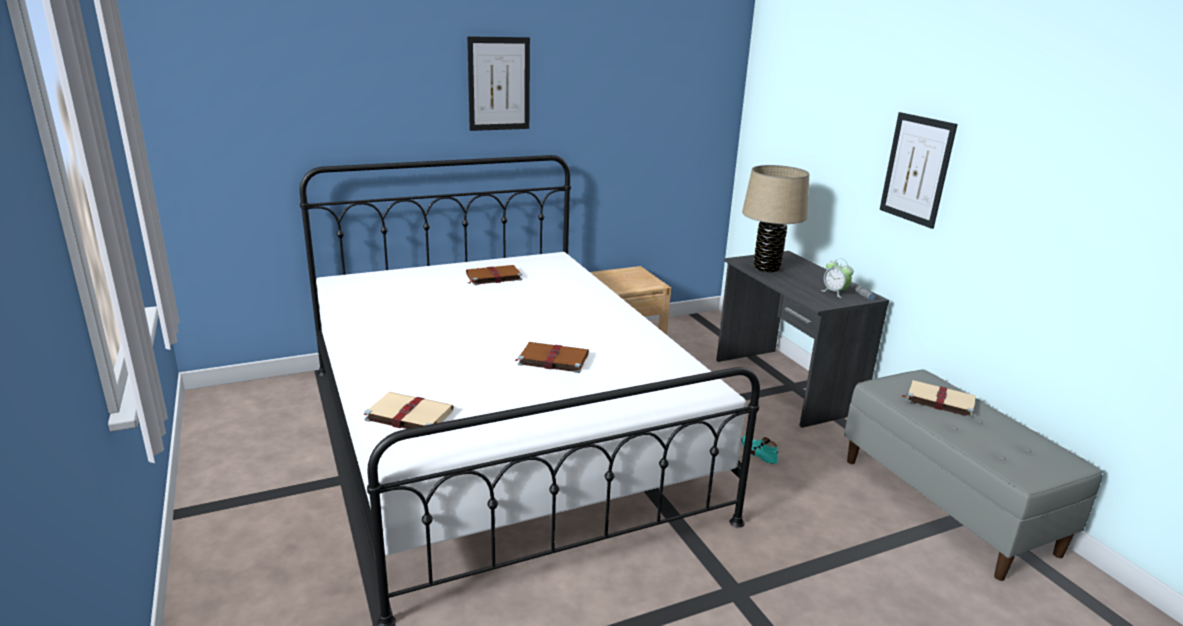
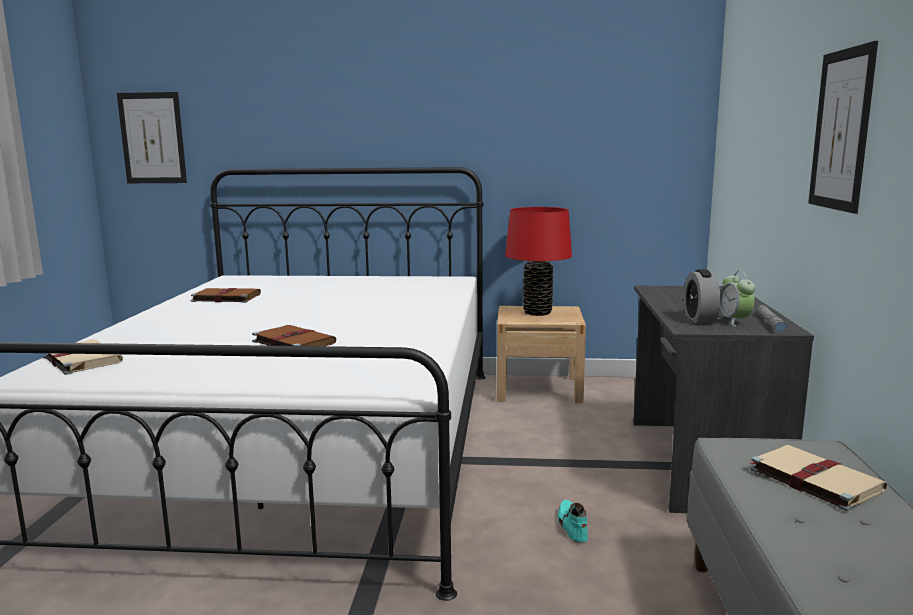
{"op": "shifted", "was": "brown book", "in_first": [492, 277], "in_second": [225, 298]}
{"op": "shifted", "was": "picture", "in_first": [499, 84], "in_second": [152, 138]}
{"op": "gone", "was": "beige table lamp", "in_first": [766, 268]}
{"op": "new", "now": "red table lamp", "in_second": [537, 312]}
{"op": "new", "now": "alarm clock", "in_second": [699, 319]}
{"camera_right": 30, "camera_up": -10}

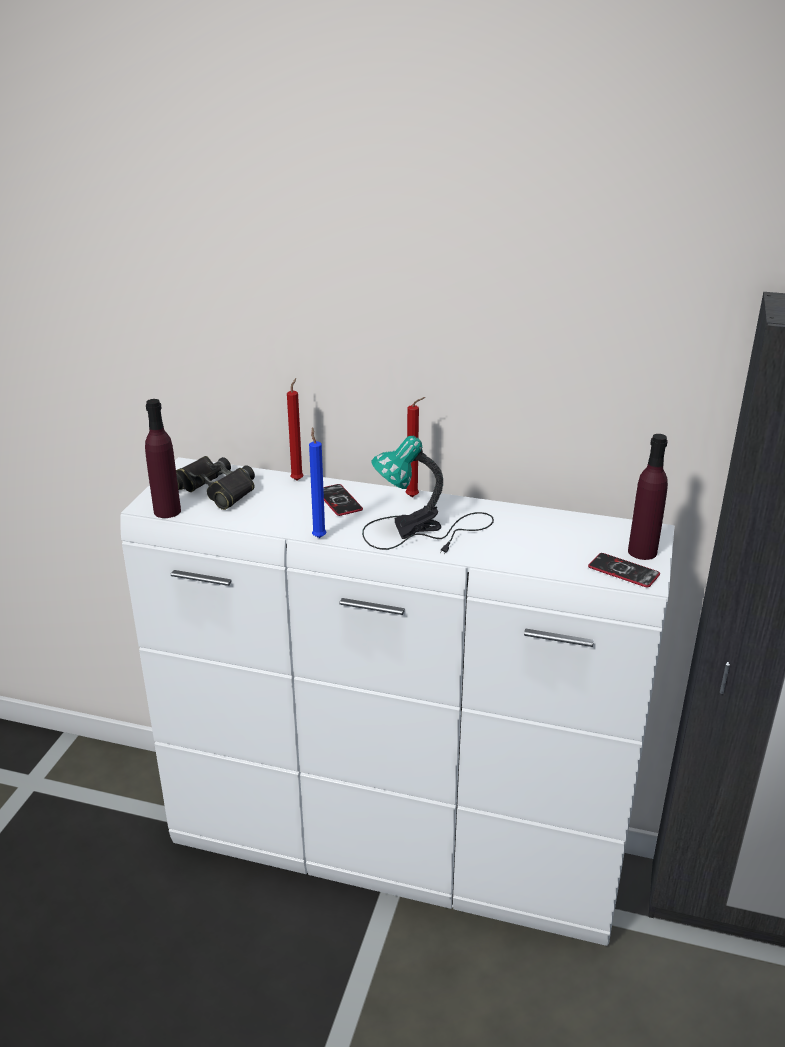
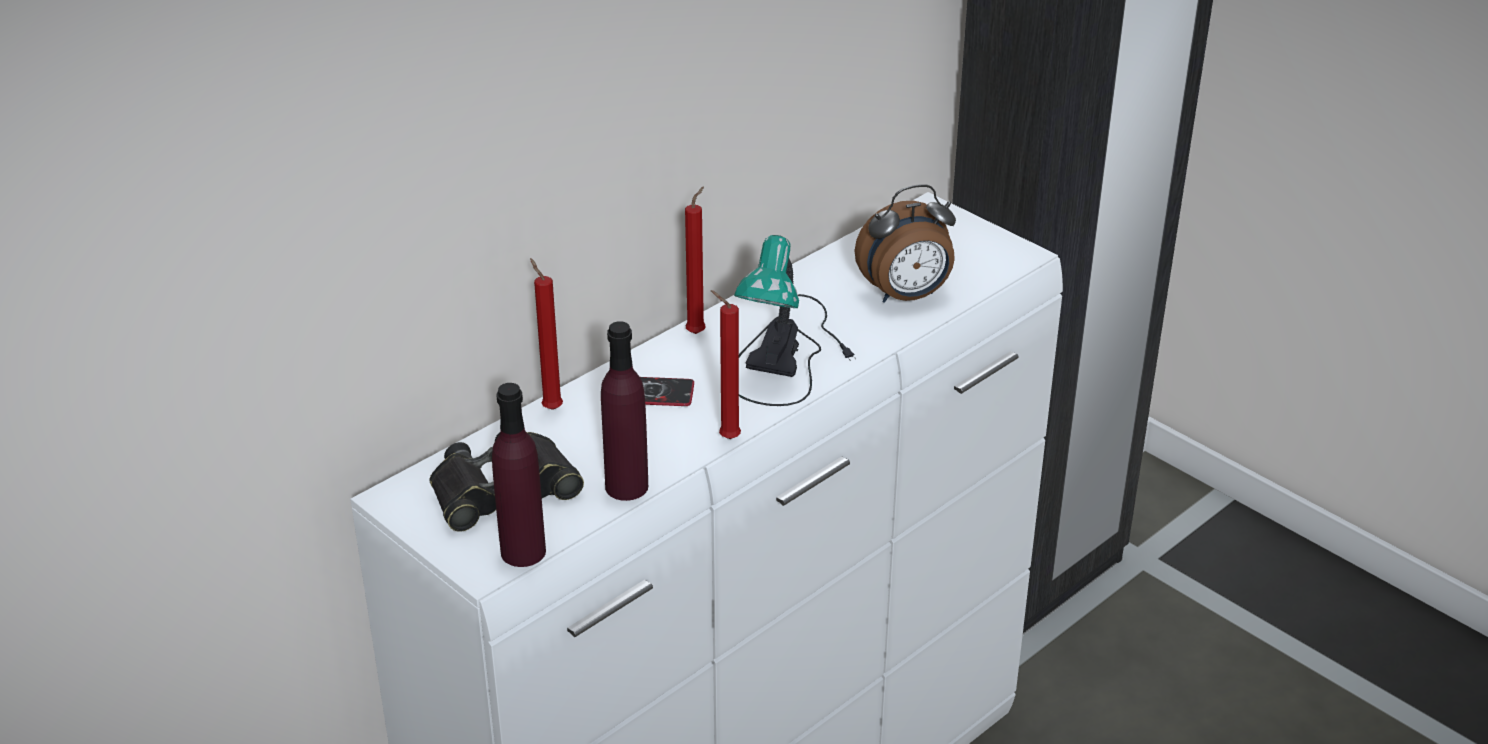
{"op": "repainted", "was": "blue candle", "now": "red candle", "in_first": [319, 536], "in_second": [726, 438]}
{"op": "gone", "was": "phone", "in_first": [623, 571]}
{"op": "shifted", "was": "purple bottle", "in_first": [642, 552], "in_second": [626, 486]}
{"op": "new", "now": "alarm clock", "in_second": [906, 296]}
{"camera_right": -60, "camera_up": 5}

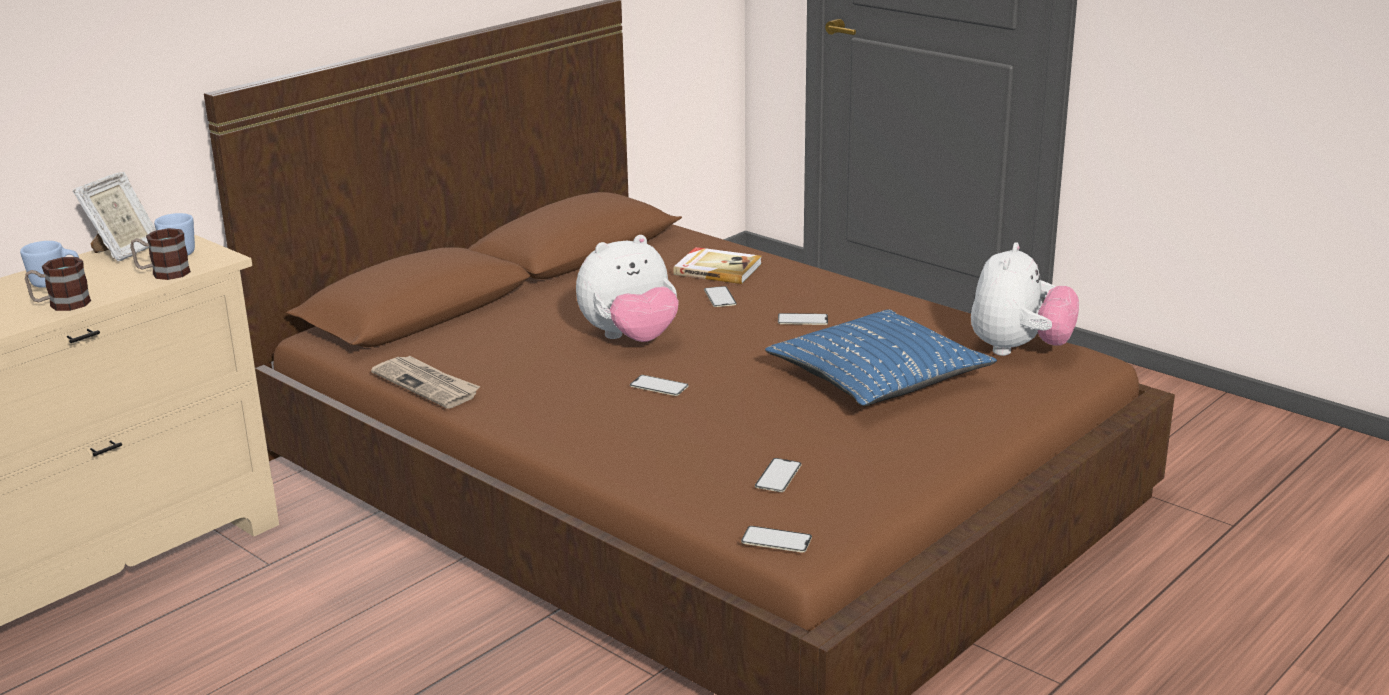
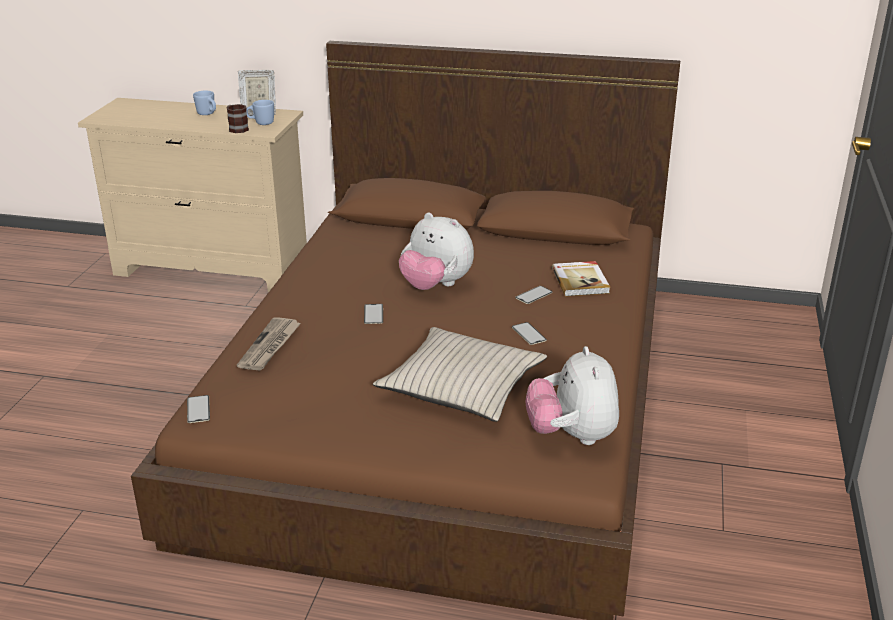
{"op": "gone", "was": "mug", "in_first": [61, 304]}
{"op": "shifted", "was": "newspaper", "in_first": [427, 384], "in_second": [270, 346]}
{"op": "gone", "was": "phone", "in_first": [778, 475]}
{"op": "repainted", "was": "blue pillow", "now": "beige pillow", "in_first": [877, 377], "in_second": [462, 387]}
{"op": "rotated", "was": "plush toy", "in_first": [1019, 350], "in_second": [572, 435], "clockwise": 90}
{"camera_right": 60, "camera_up": 5}

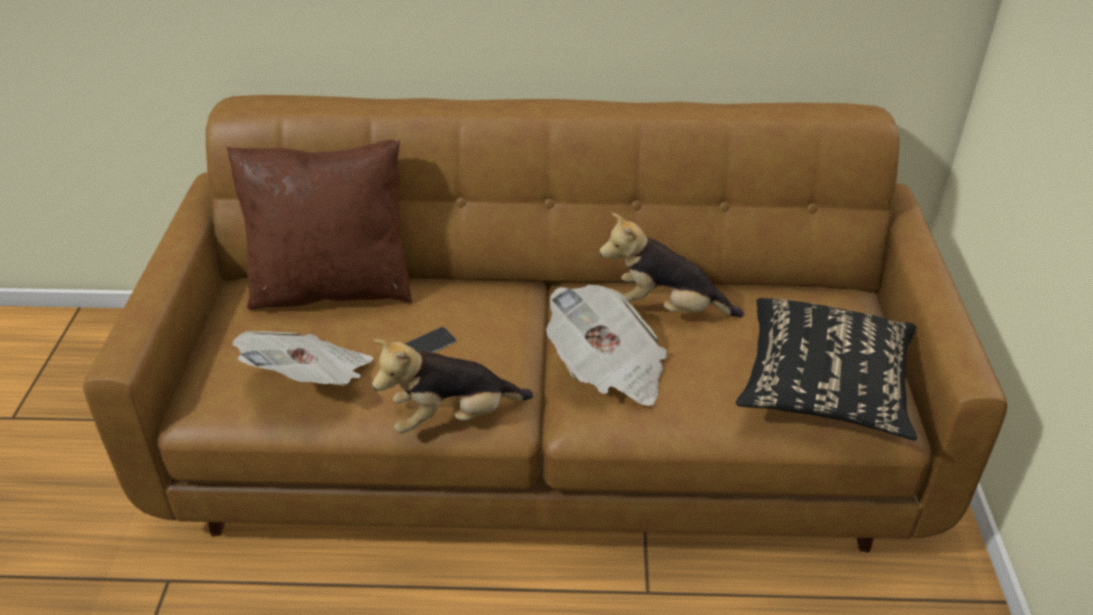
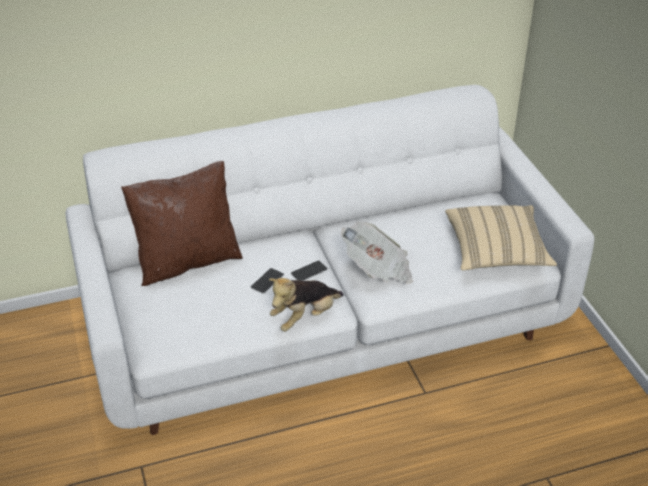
{"op": "repainted", "was": "brown sofa", "now": "white sofa", "in_first": [546, 428], "in_second": [324, 320]}
{"op": "gone", "was": "newspaper", "in_first": [311, 381]}
{"op": "gone", "was": "plush toy", "in_first": [665, 309]}
{"op": "repainted", "was": "black pillow", "now": "beige pillow", "in_first": [823, 389], "in_second": [496, 252]}
{"op": "new", "now": "phone", "in_second": [309, 271]}
{"camera_right": -20, "camera_up": 0}

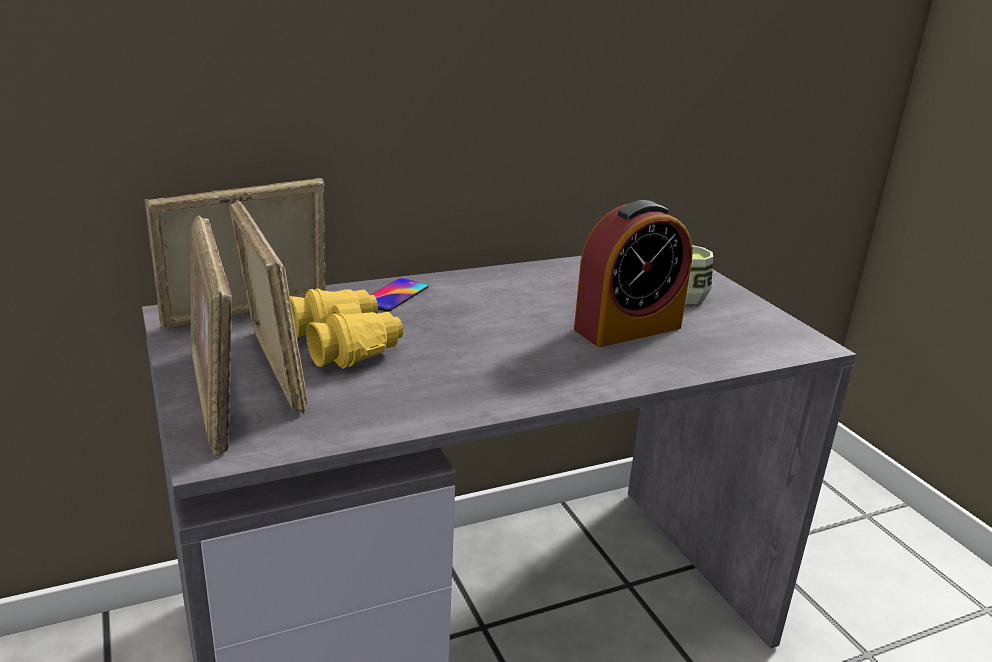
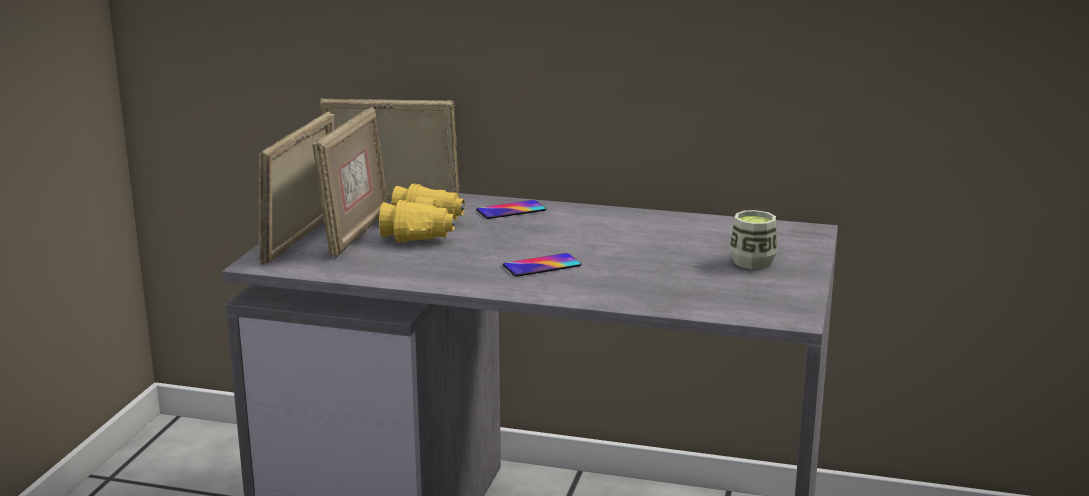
{"op": "gone", "was": "alarm clock", "in_first": [627, 328]}
{"op": "new", "now": "phone", "in_second": [542, 266]}
{"camera_right": 40, "camera_up": -5}

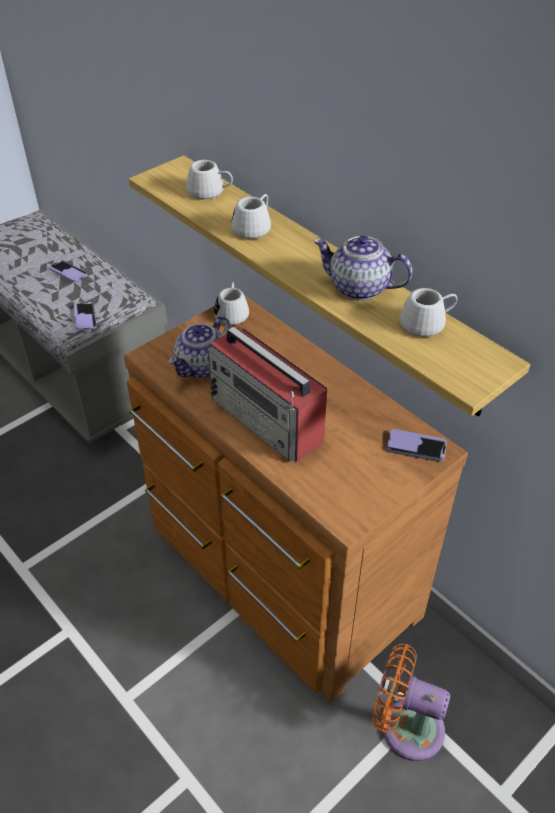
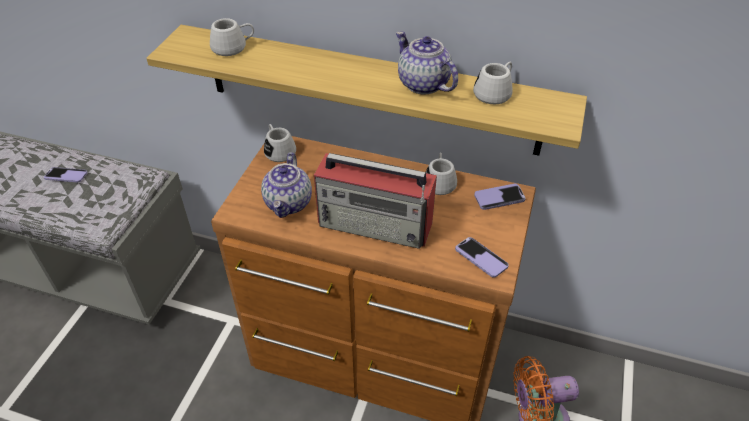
{"op": "shifted", "was": "phone", "in_first": [85, 317], "in_second": [481, 258]}
{"op": "shifted", "was": "white mug", "in_first": [254, 227], "in_second": [439, 181]}
{"op": "rotated", "was": "teapot", "in_first": [358, 288], "in_second": [422, 84], "clockwise": 60}
{"camera_right": -30, "camera_up": 0}

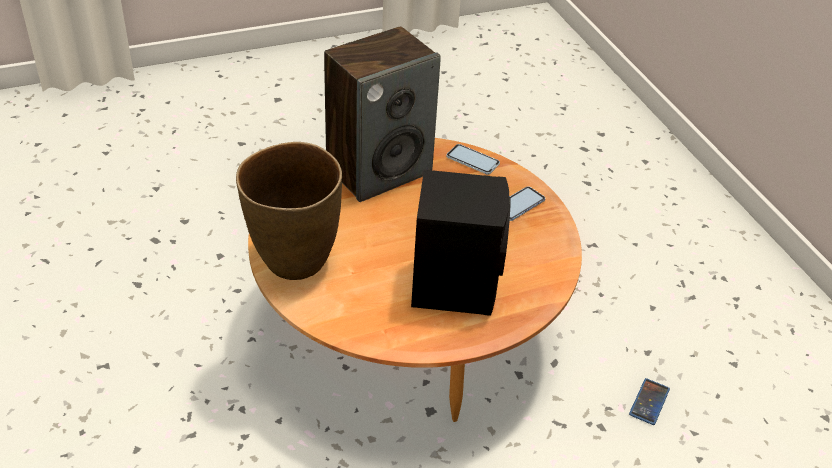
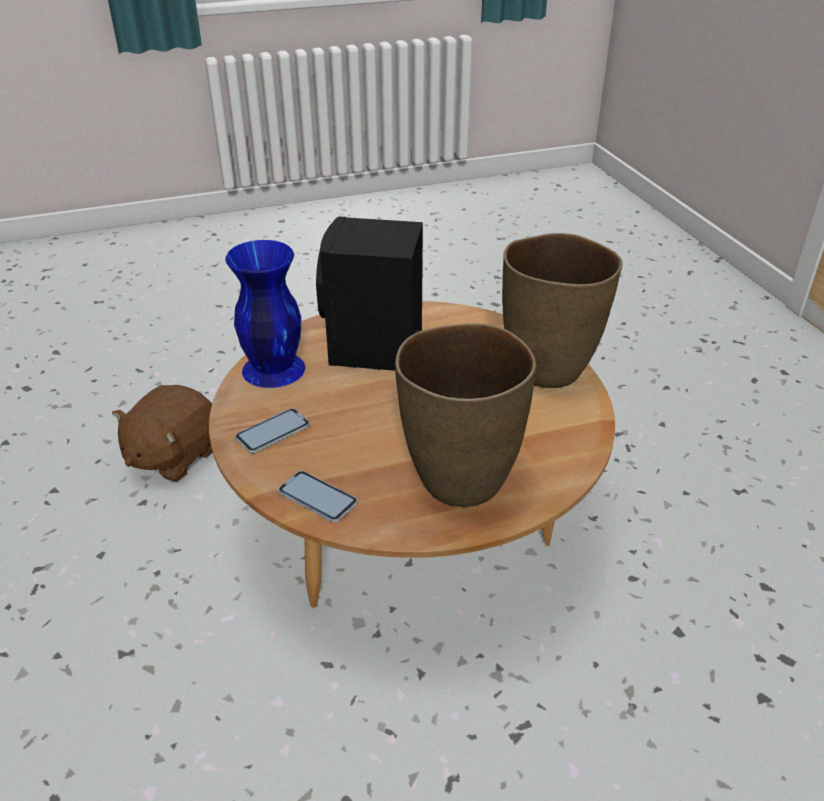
{"op": "swapped", "was": "speaker", "now": "brown vase", "in_first": [379, 170], "in_second": [459, 480]}
{"op": "swapped", "was": "phone", "now": "brown plush toy", "in_first": [649, 402], "in_second": [173, 456]}
{"op": "new", "now": "blue vase", "in_second": [272, 369]}
{"camera_right": -175, "camera_up": -5}

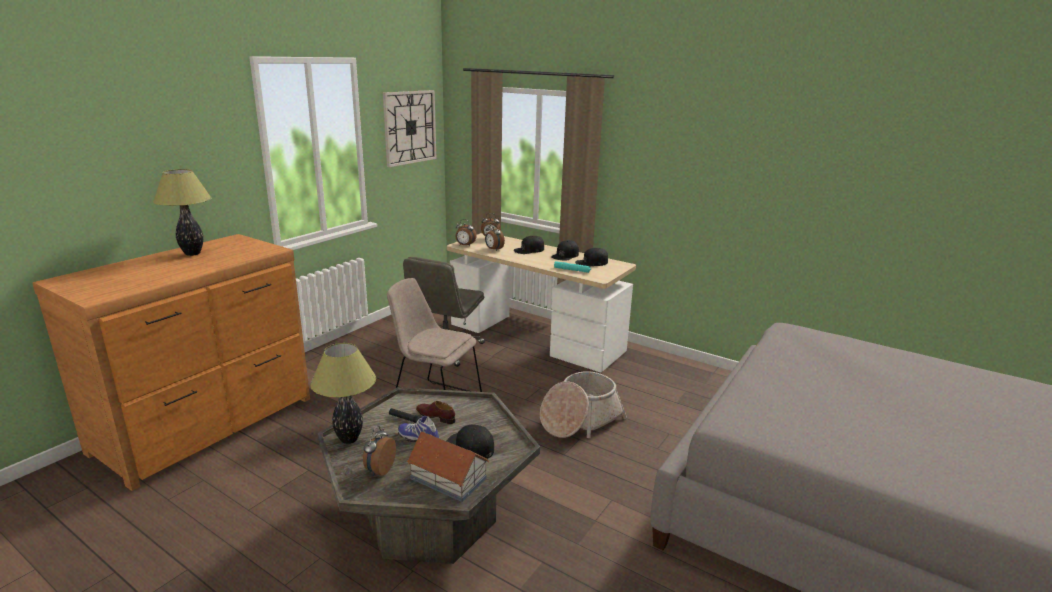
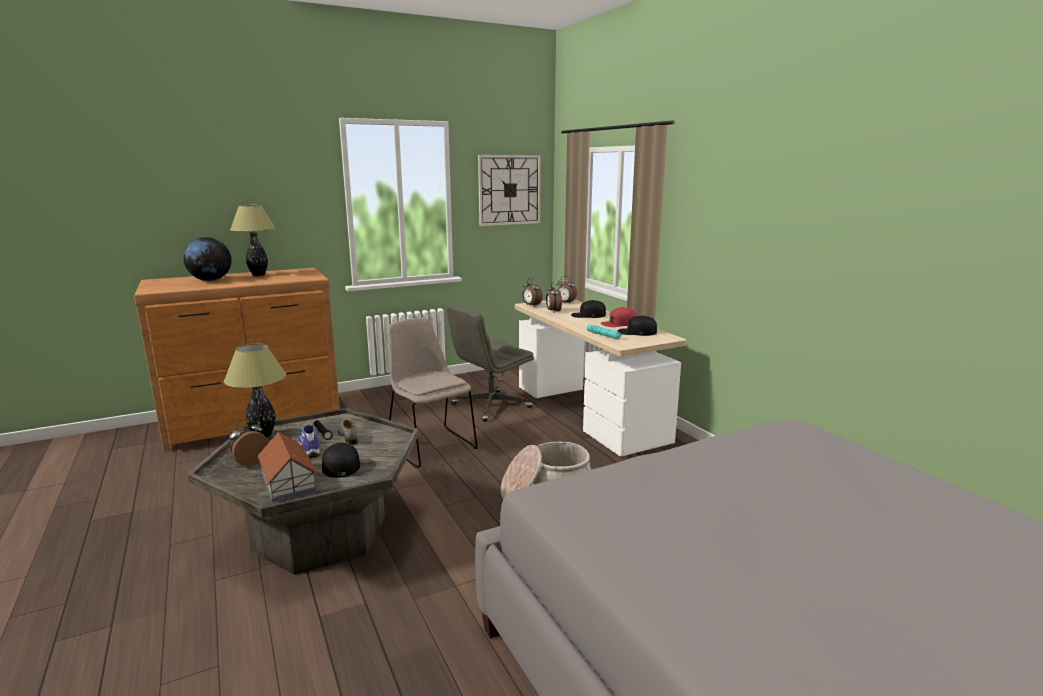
{"op": "repainted", "was": "brown shoe", "now": "grey shoe", "in_first": [435, 416], "in_second": [348, 436]}
{"op": "repainted", "was": "black cap", "now": "red cap", "in_first": [565, 255], "in_second": [618, 323]}
{"op": "new", "now": "globe", "in_second": [210, 280]}
{"camera_right": 30, "camera_up": -5}

